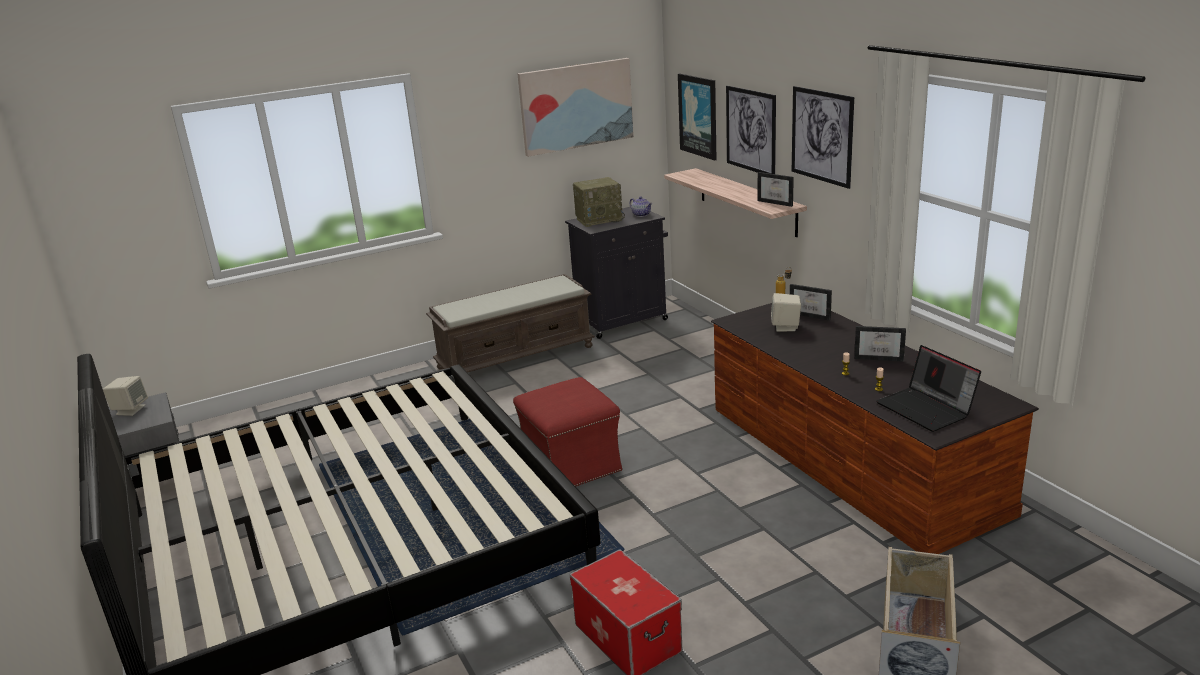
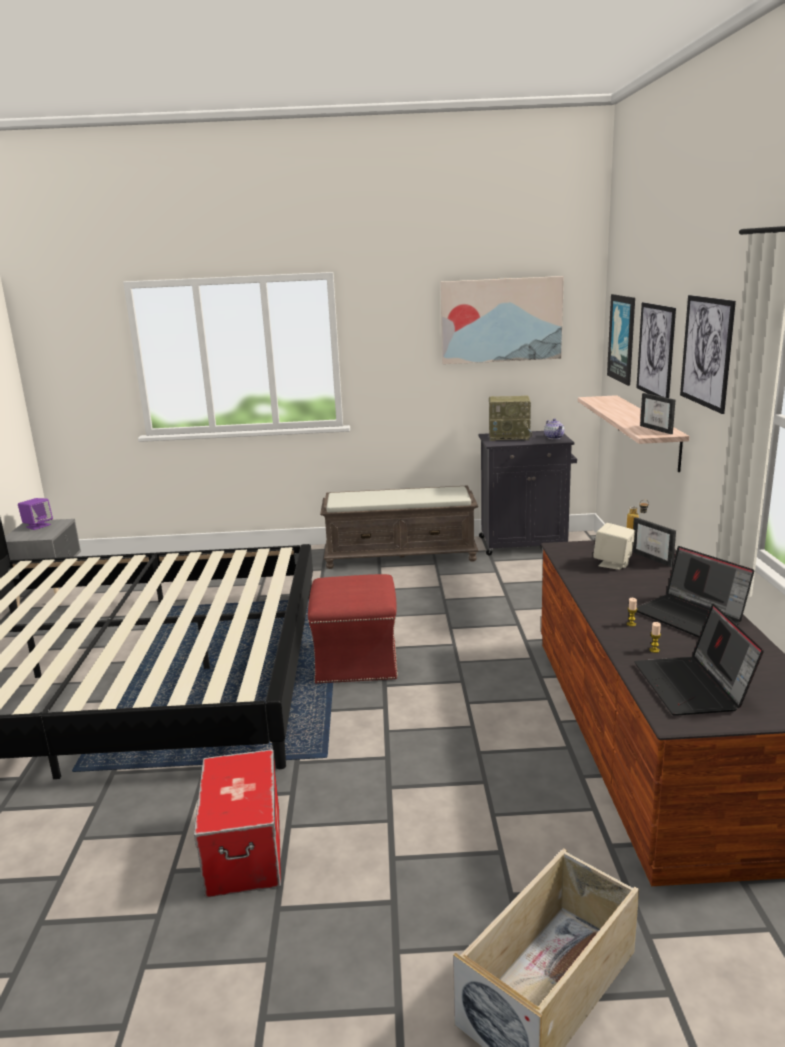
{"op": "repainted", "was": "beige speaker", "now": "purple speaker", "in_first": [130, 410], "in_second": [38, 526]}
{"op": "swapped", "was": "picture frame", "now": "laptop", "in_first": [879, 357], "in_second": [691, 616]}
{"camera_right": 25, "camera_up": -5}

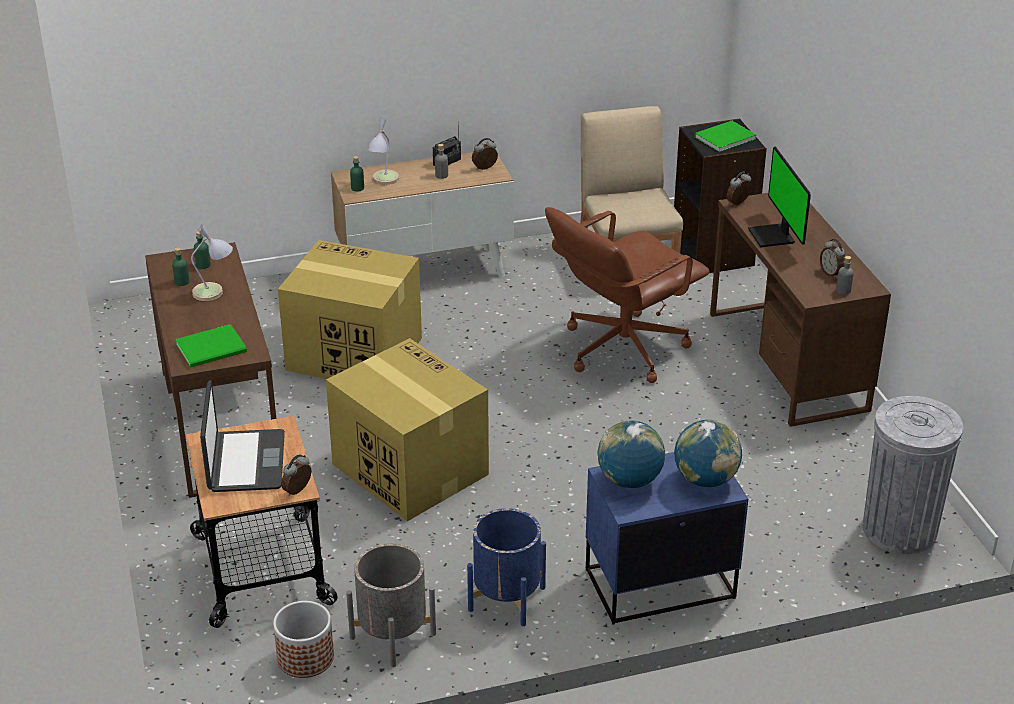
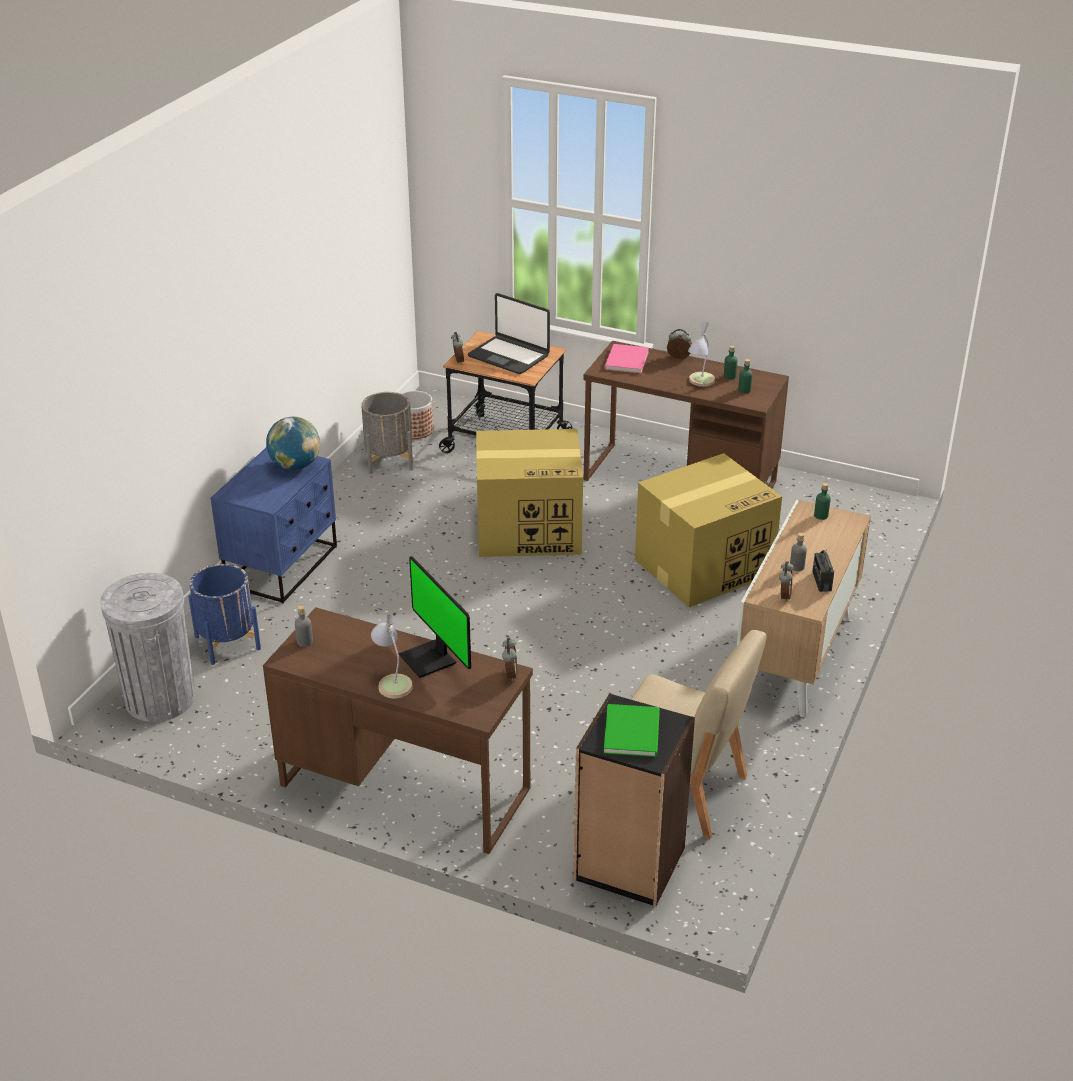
{"op": "repainted", "was": "green book", "now": "pink book", "in_first": [213, 348], "in_second": [625, 361]}
{"op": "shifted", "was": "table lamp", "in_first": [383, 181], "in_second": [392, 682]}
{"op": "shifted", "was": "blue planter", "in_first": [507, 599], "in_second": [227, 642]}
{"op": "gone", "was": "brown office chair", "in_first": [622, 348]}
{"op": "gone", "was": "globe", "in_first": [705, 480]}
{"op": "rotated", "was": "monitor", "in_first": [773, 236], "in_second": [430, 659], "clockwise": -150}
{"op": "shifted", "was": "alarm clock", "in_first": [831, 273], "in_second": [678, 358]}
{"camera_right": 130, "camera_up": 0}

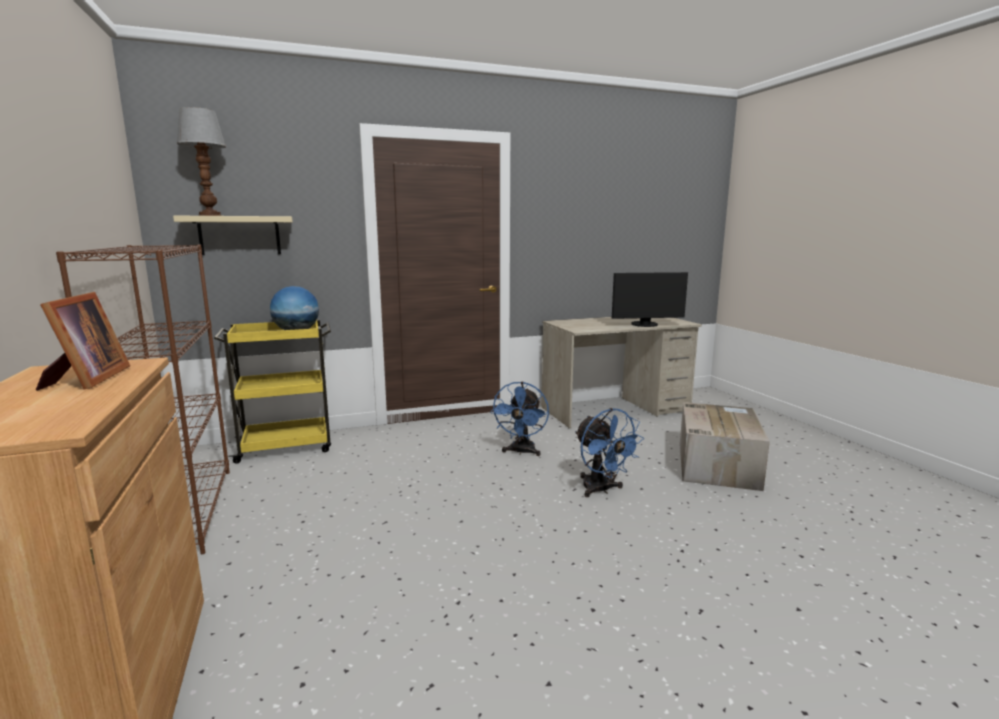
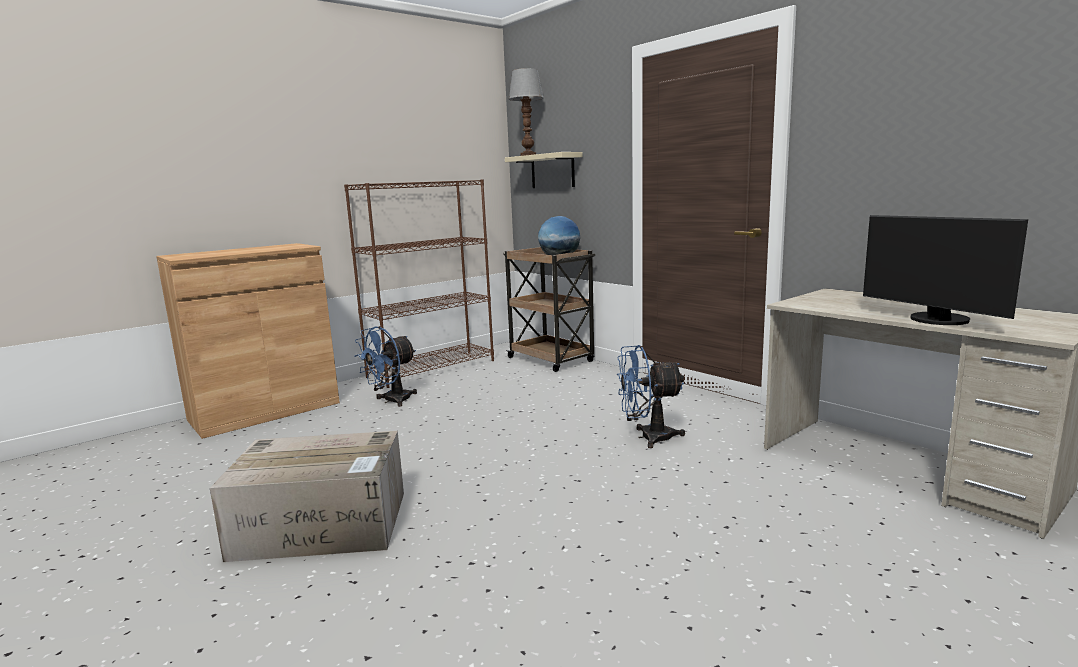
{"op": "gone", "was": "picture frame", "in_first": [86, 380]}
{"op": "repainted", "was": "yellow cart", "now": "brown cart", "in_first": [287, 446], "in_second": [551, 360]}
{"op": "shifted", "was": "blue fan", "in_first": [601, 490], "in_second": [391, 401]}
{"op": "shifted", "was": "cardboard box", "in_first": [716, 464], "in_second": [324, 524]}
{"camera_right": 70, "camera_up": 0}

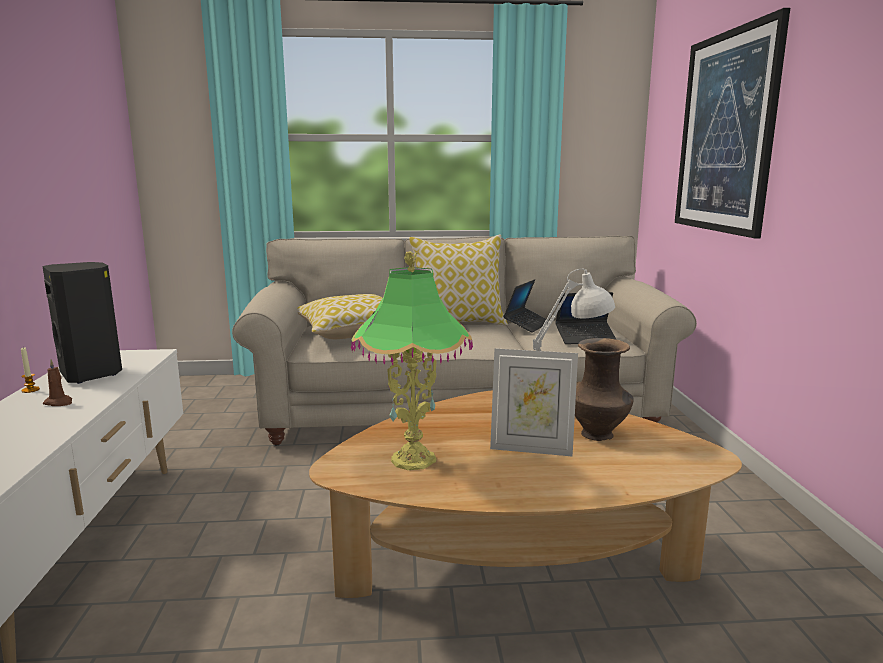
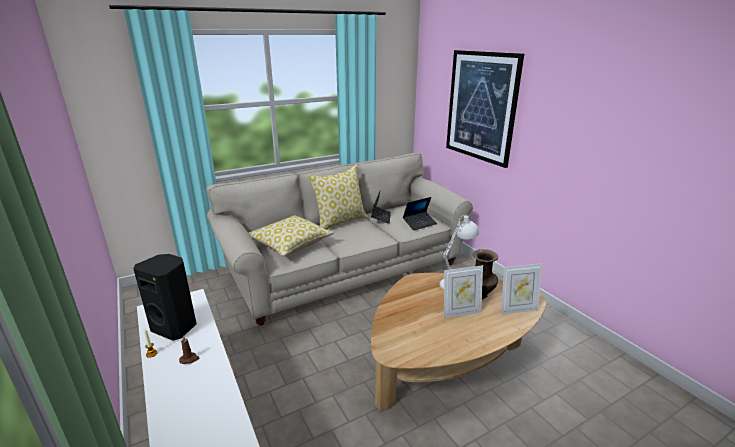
{"op": "gone", "was": "table lamp", "in_first": [413, 460]}
{"op": "new", "now": "picture frame", "in_second": [517, 309]}
{"camera_right": -25, "camera_up": 10}

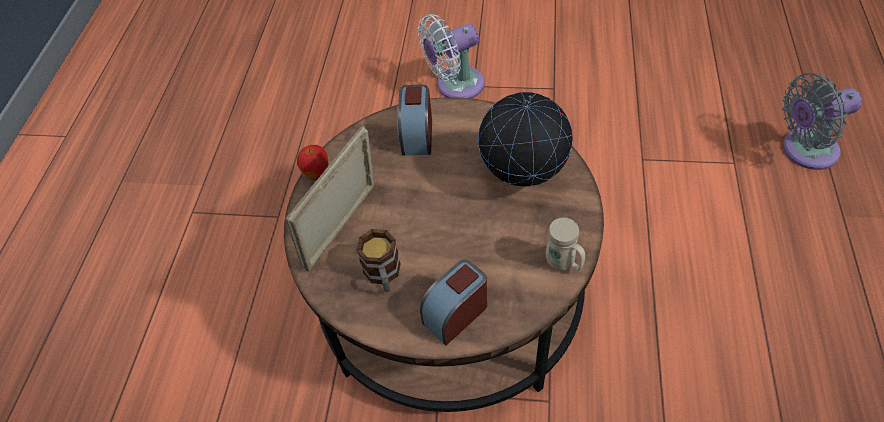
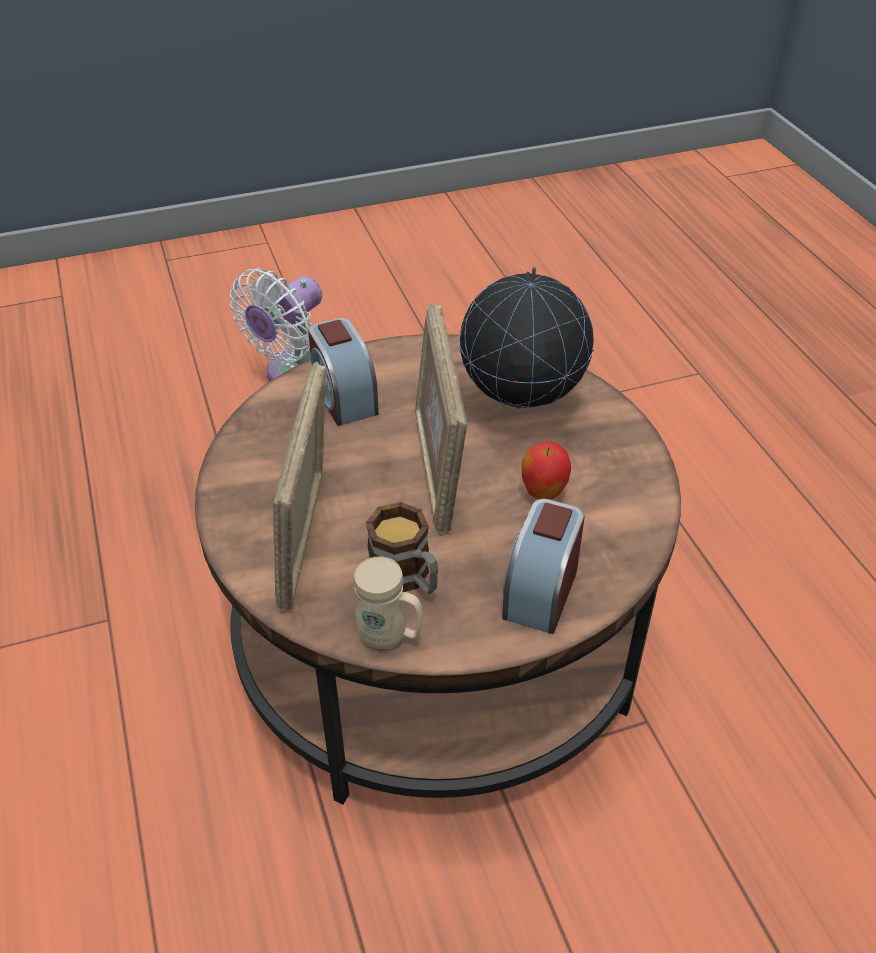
{"op": "shifted", "was": "apple", "in_first": [317, 175], "in_second": [543, 494]}
{"op": "shifted", "was": "beige mug", "in_first": [563, 264], "in_second": [390, 637]}
{"op": "gone", "was": "grey fan", "in_first": [804, 151]}
{"op": "new", "now": "picture frame", "in_second": [438, 470]}
{"camera_right": -30, "camera_up": -10}

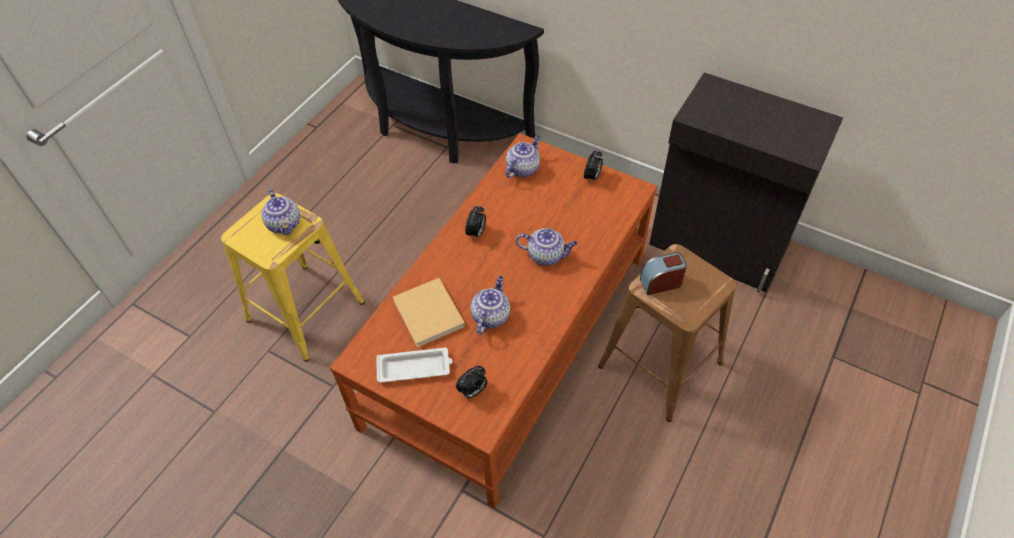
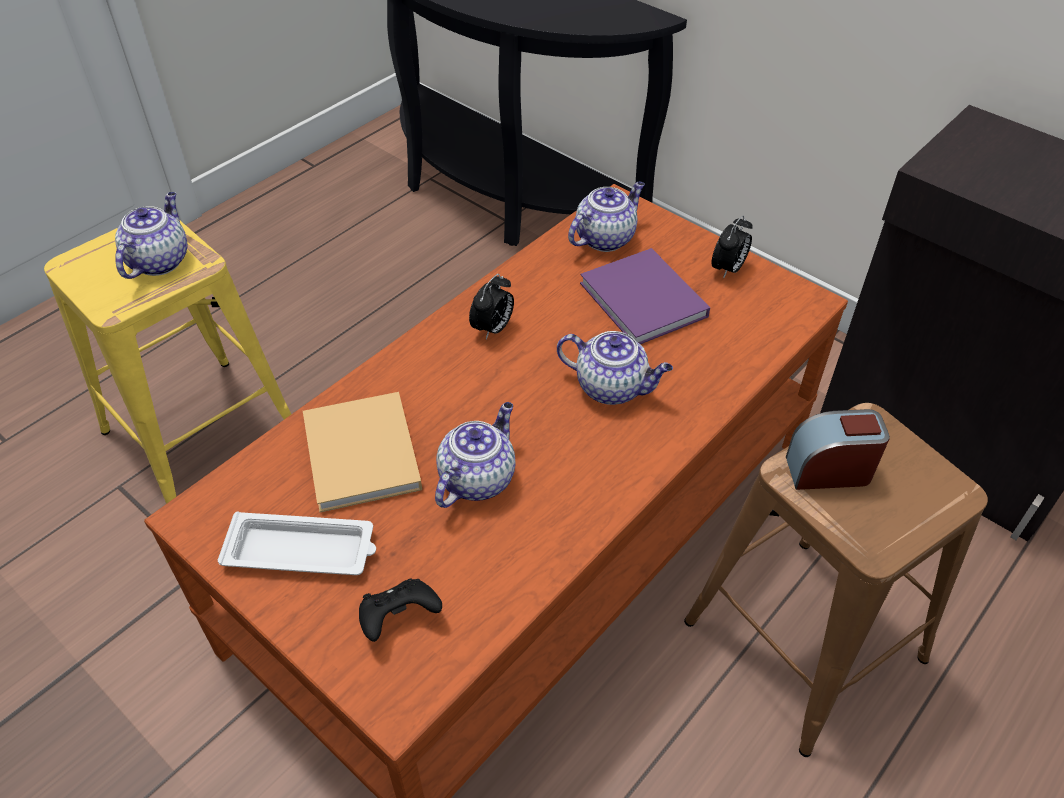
{"op": "rotated", "was": "teapot", "in_first": [285, 225], "in_second": [159, 260], "clockwise": -150}
{"op": "swapped", "was": "alarm clock", "now": "black game controller", "in_first": [472, 391], "in_second": [399, 618]}
{"op": "new", "now": "purple book", "in_second": [645, 302]}
{"camera_right": 10, "camera_up": -5}

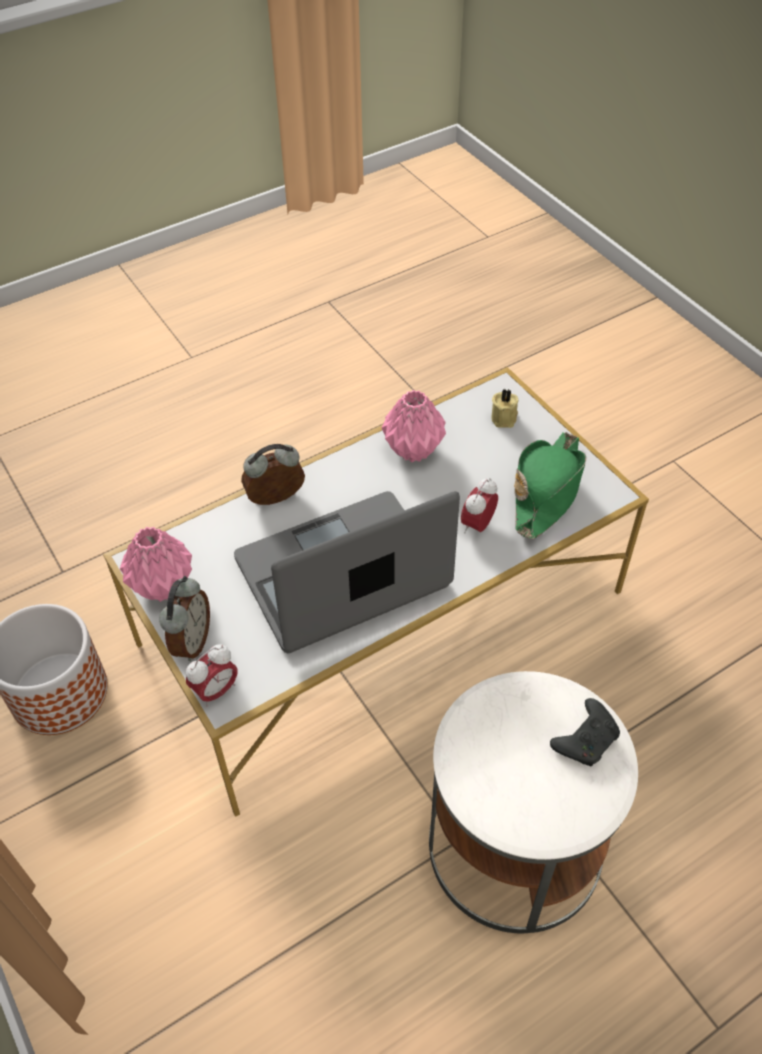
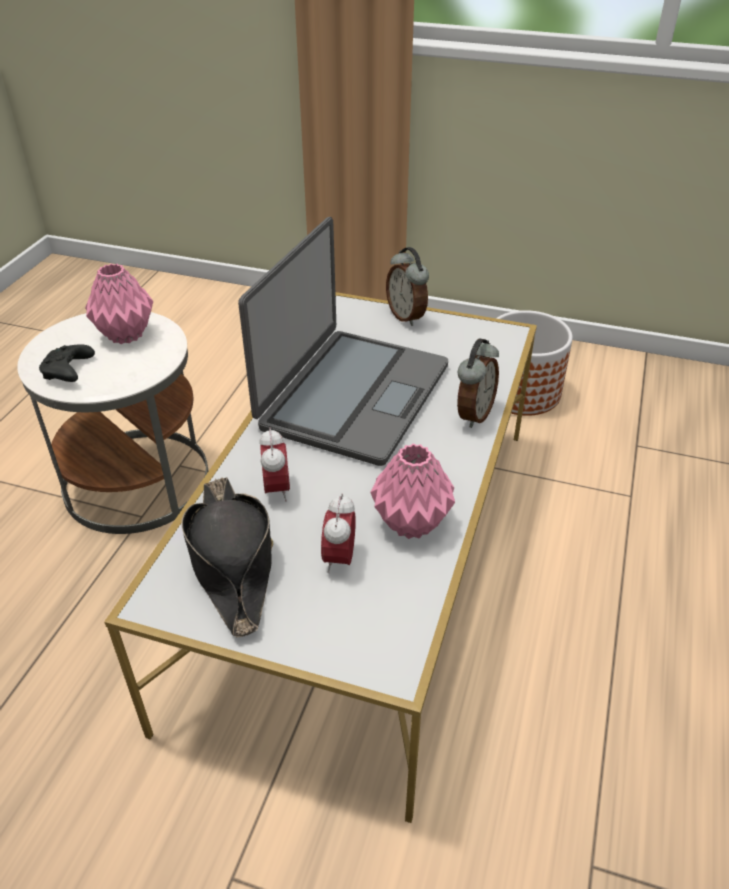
{"op": "shifted", "was": "pink vase", "in_first": [164, 587], "in_second": [124, 335]}
{"op": "shifted", "was": "alarm clock", "in_first": [216, 691], "in_second": [339, 559]}
{"op": "gone", "was": "beige candle", "in_first": [505, 418]}
{"op": "repainted", "was": "green hat", "now": "black hat", "in_first": [547, 490], "in_second": [232, 561]}
{"camera_right": 140, "camera_up": -10}

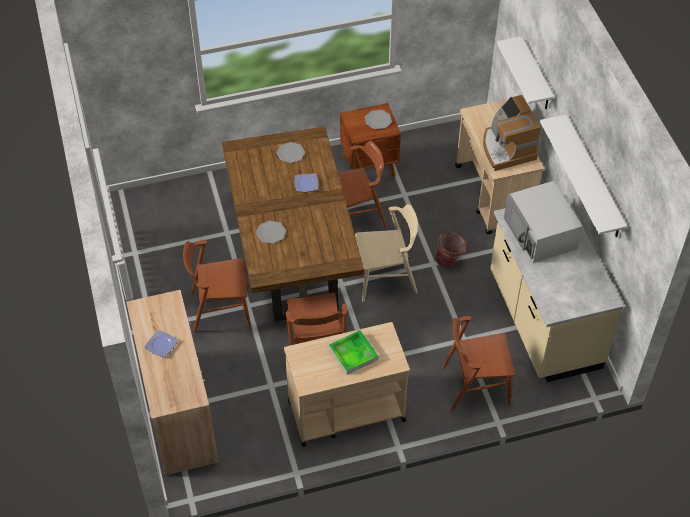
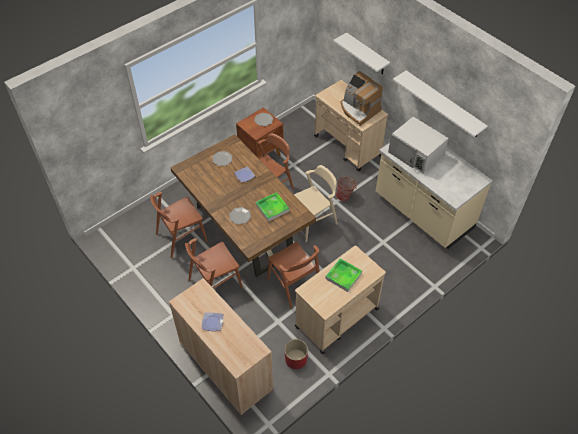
{"op": "shifted", "was": "brown chair", "in_first": [475, 386], "in_second": [181, 237]}
{"op": "new", "now": "tray", "in_second": [272, 208]}
{"op": "new", "now": "red planter", "in_second": [296, 359]}
{"camera_right": -25, "camera_up": 0}

